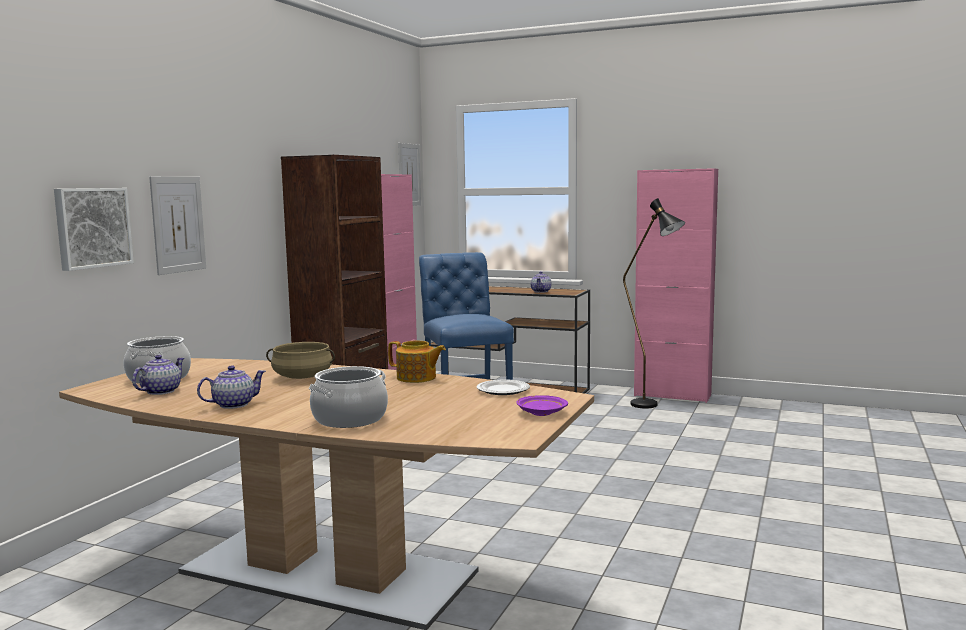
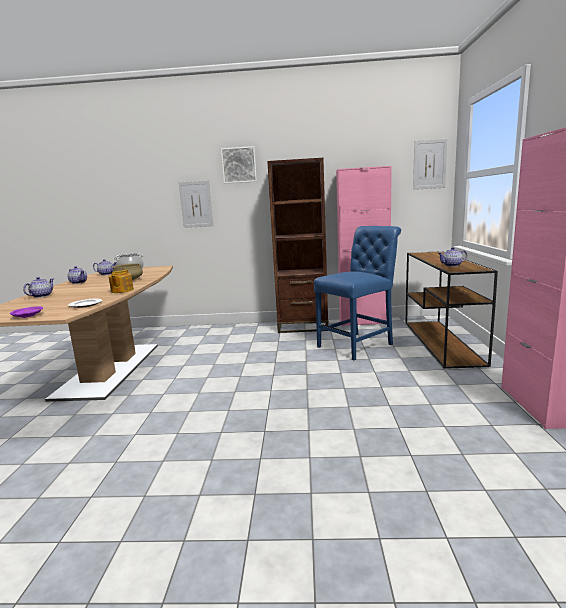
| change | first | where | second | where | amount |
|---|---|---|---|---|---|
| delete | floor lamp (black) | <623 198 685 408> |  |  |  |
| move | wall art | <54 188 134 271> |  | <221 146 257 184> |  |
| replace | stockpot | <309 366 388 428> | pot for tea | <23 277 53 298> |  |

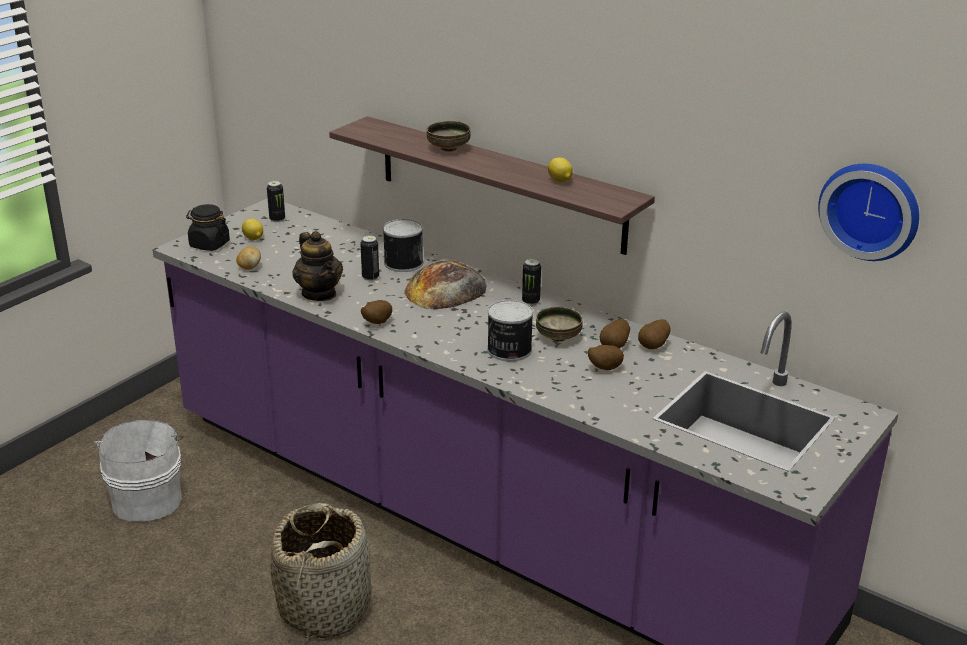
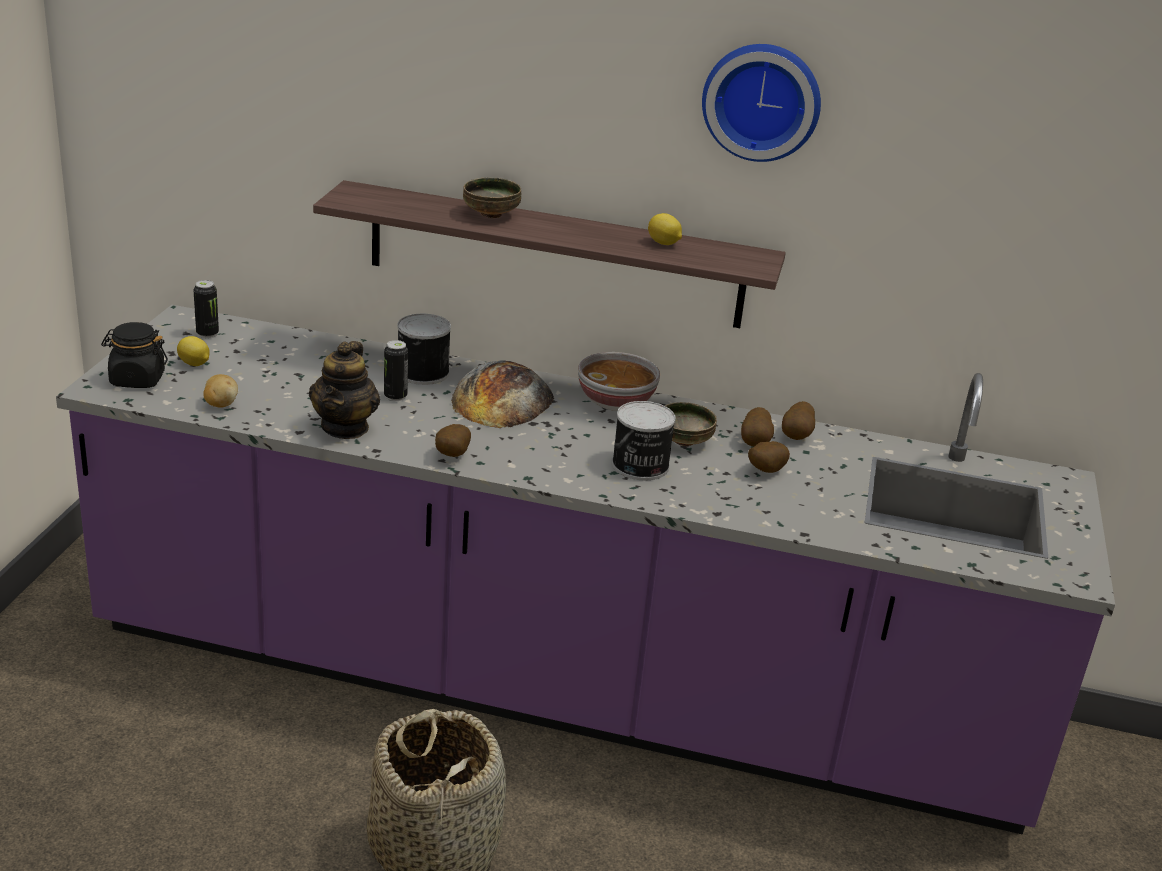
| change | first | where | second | where | amount |
|---|---|---|---|---|---|
| delete | bucket (white-coloured) | <94 420 183 522> |  |  |  |
| move | clock on the wall | <818 164 919 261> |  | <702 44 821 162> |  |
| replace | can | <522 259 541 305> | deep dish | <578 352 660 411> |  |
| rotate | pot for tea | <292 231 343 301> |  | <309 341 380 439> | 60 degrees clockwise |

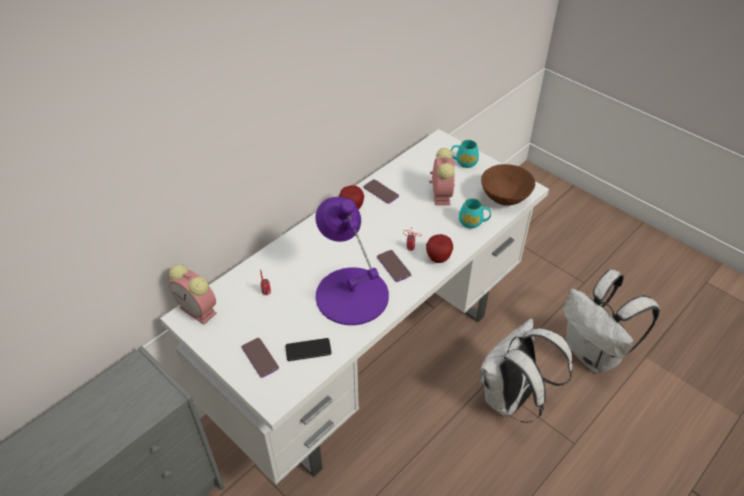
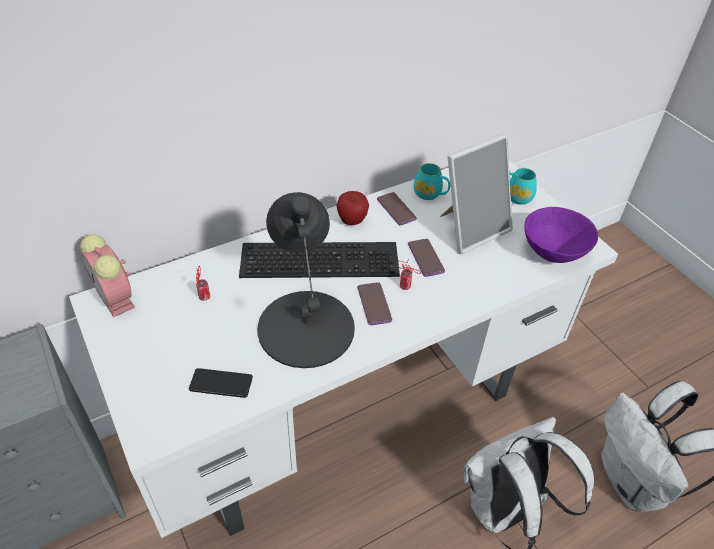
| change | first | where | second | where | amount |
|---|---|---|---|---|---|
| delete | apple | <426 234 453 263> |  |  |  |
| insert |  |  | keyboard | <239 242 400 278> |  |
| move | handset | <242 338 279 378> |  | <408 239 445 277> |  |
| move | mug (turquoise-coloured) | <459 198 491 229> |  | <414 163 450 200> |  |
| replace | bedside clock | <429 148 455 205> | standing frame | <440 134 513 254> |  |
| recolor | table lamp (purple-coloured) | <315 197 389 325> | table lamp (black) | <258 192 355 368> |  |
| recolor | deep dish (brown) | <481 164 535 206> | deep dish (purple-coloured) | <524 207 598 263> |  |

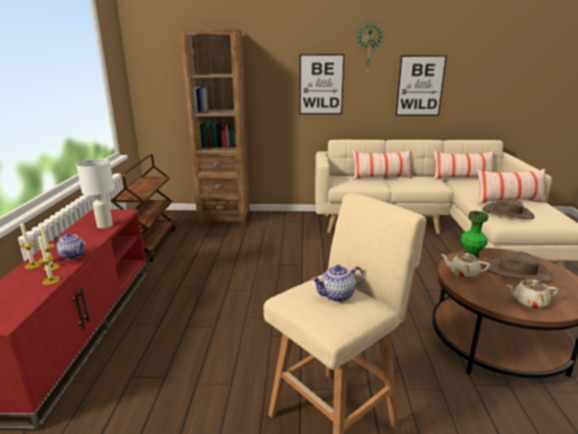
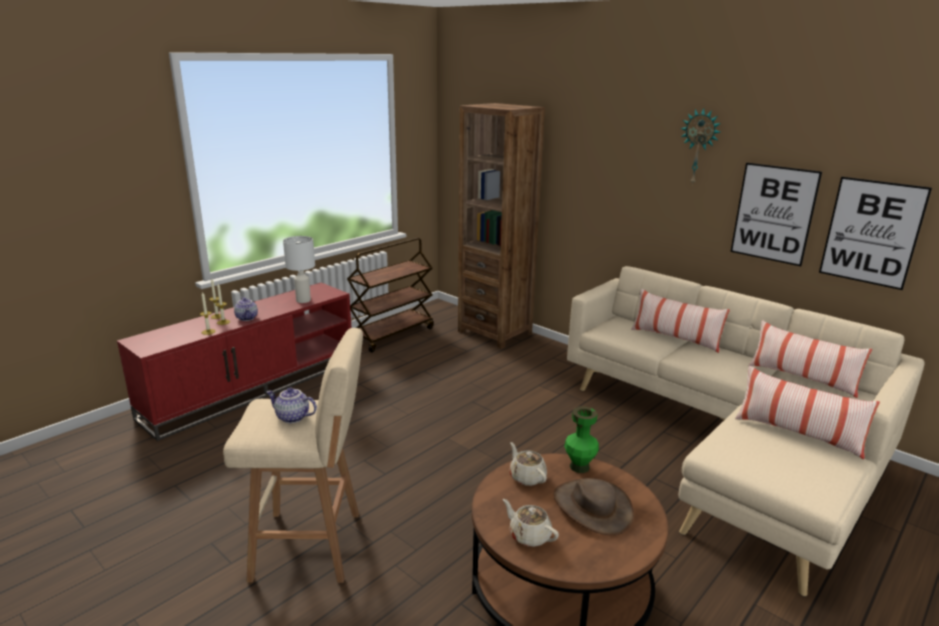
| change | first | where | second | where | amount |
|---|---|---|---|---|---|
| delete | clothing hat (brown) | <482 198 535 219> |  |  |  |
| move | wall art | <300 54 344 114> |  | <819 177 932 290> |  |

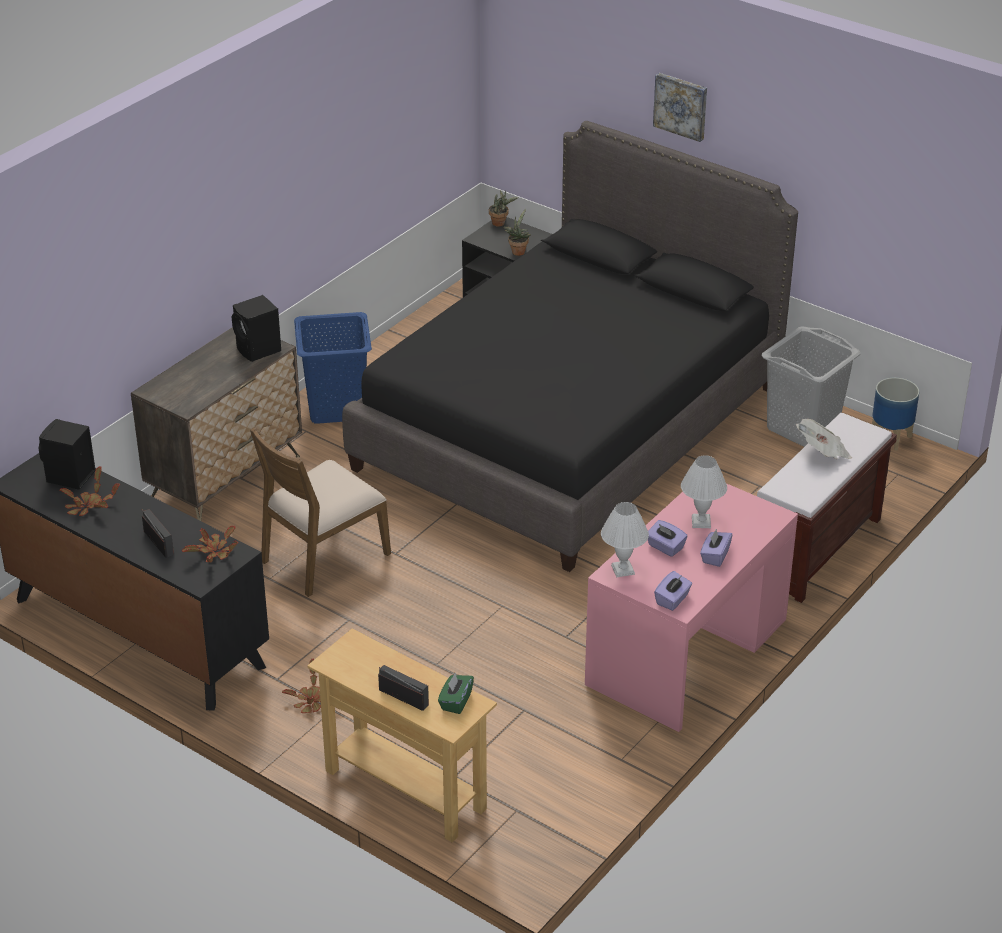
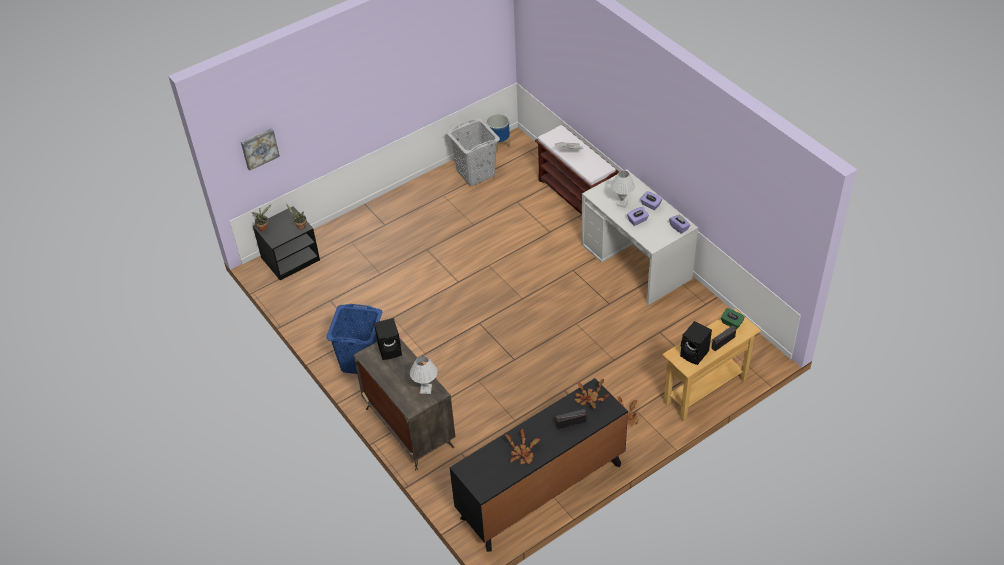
| change | first | where | second | where | amount |
|---|---|---|---|---|---|
| delete | upright chair (brown) | <250 427 391 597> |  |  |  |
| delete | sleeping bed (black) | <342 121 798 572> |  |  |  |
| move | audio speaker (black) | <39 419 96 490> |  | <680 321 712 365> |  |
| move | table lamp (white-coloured) | <601 502 649 577> |  | <410 356 438 394> |  |
| move | wall art | <653 73 707 142> |  | <241 128 280 171> |  |
| recolor | desk unit (pink) | <585 483 798 732> | desk unit (white-coloured) | <581 169 698 305> |  |

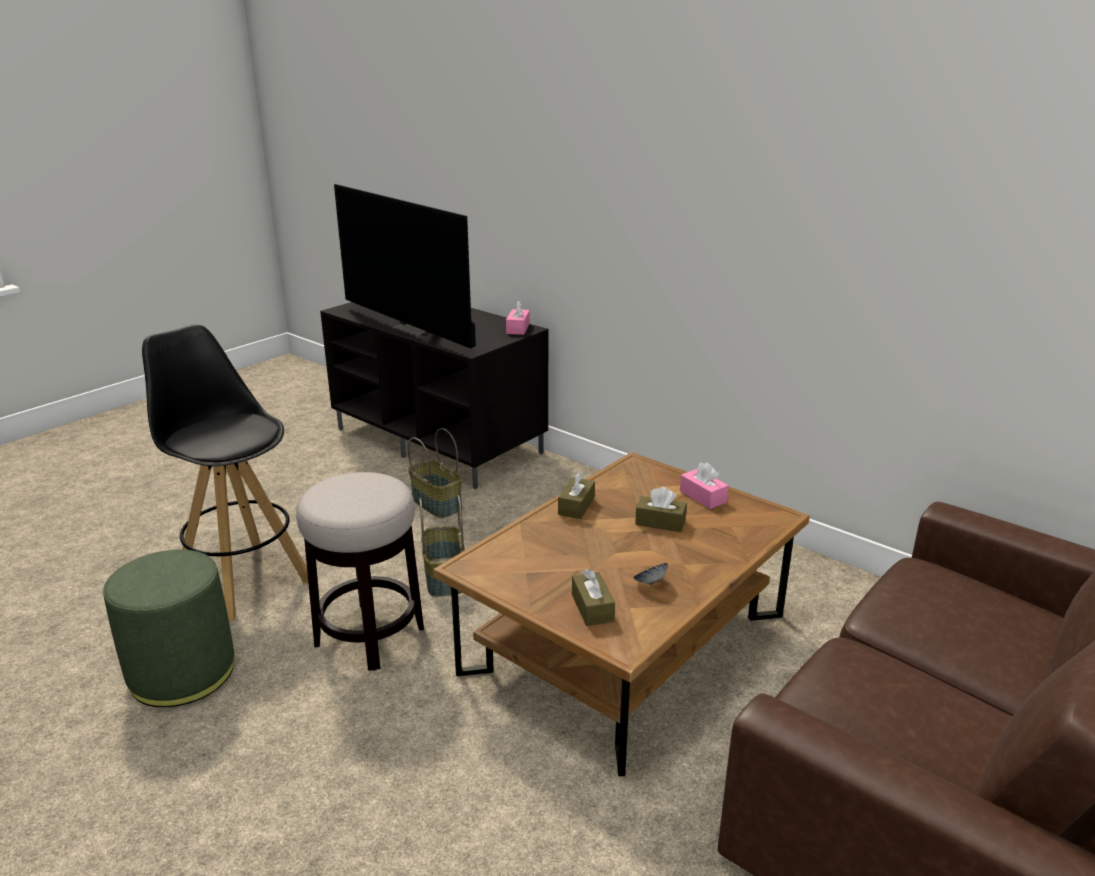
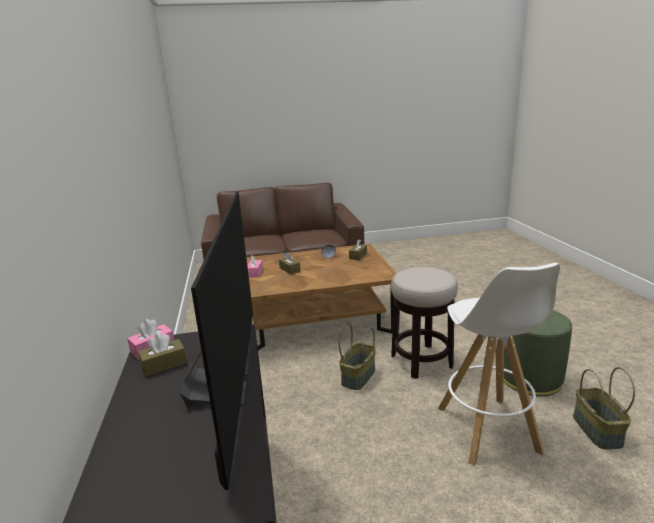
| change | first | where | second | where | amount |
|---|---|---|---|---|---|
| move | storage basket | <407 428 462 518> |  | <573 367 635 450> |  |
| move | tissue box (brown) | <558 471 595 519> |  | <138 333 187 376> |  |
| recolor | stool seat (black) | <142 325 308 621> | stool seat (white-coloured) | <438 263 560 466> |  |

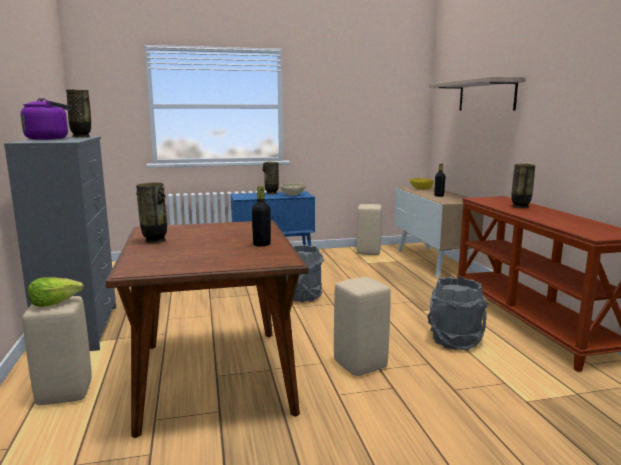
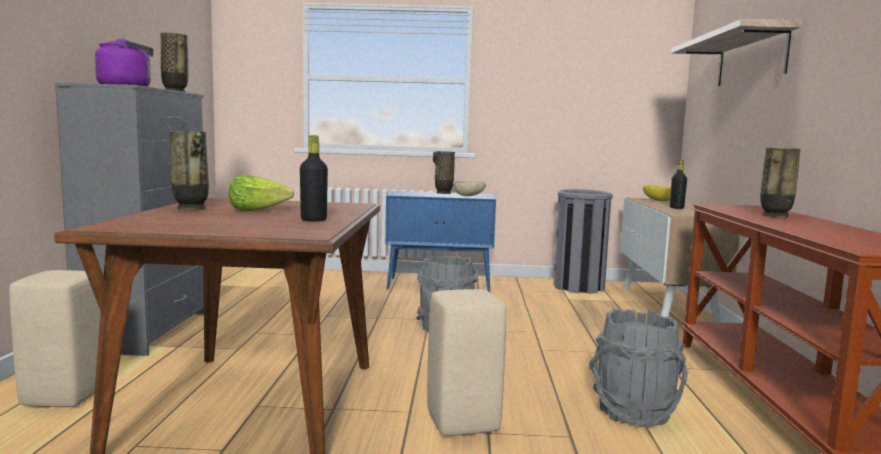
| change | first | where | second | where | amount |
|---|---|---|---|---|---|
| move | head of lettuce | <28 277 84 307> |  | <229 175 294 211> |  |
| replace | stool seat (beige) | <356 204 382 255> | waste bin (gray) | <553 189 613 294> |  |

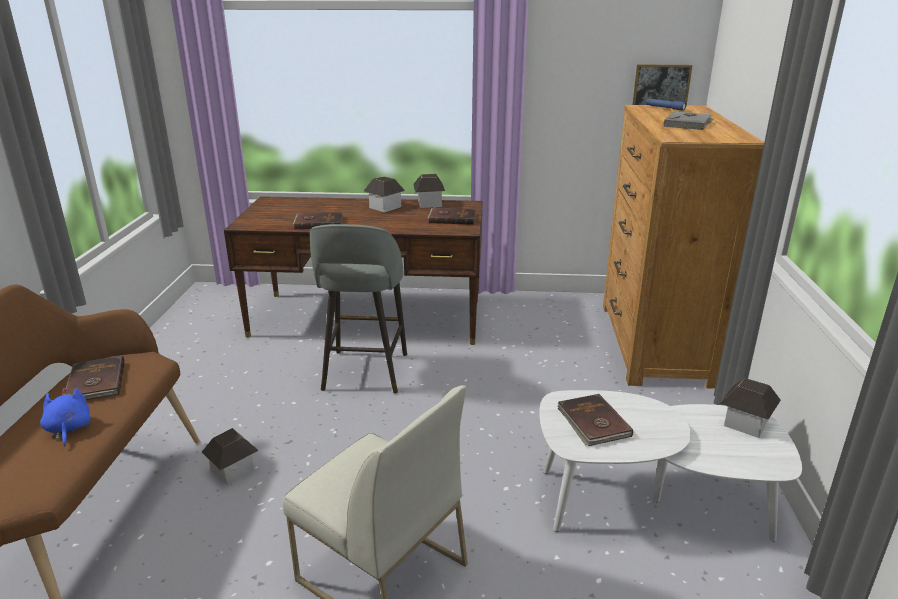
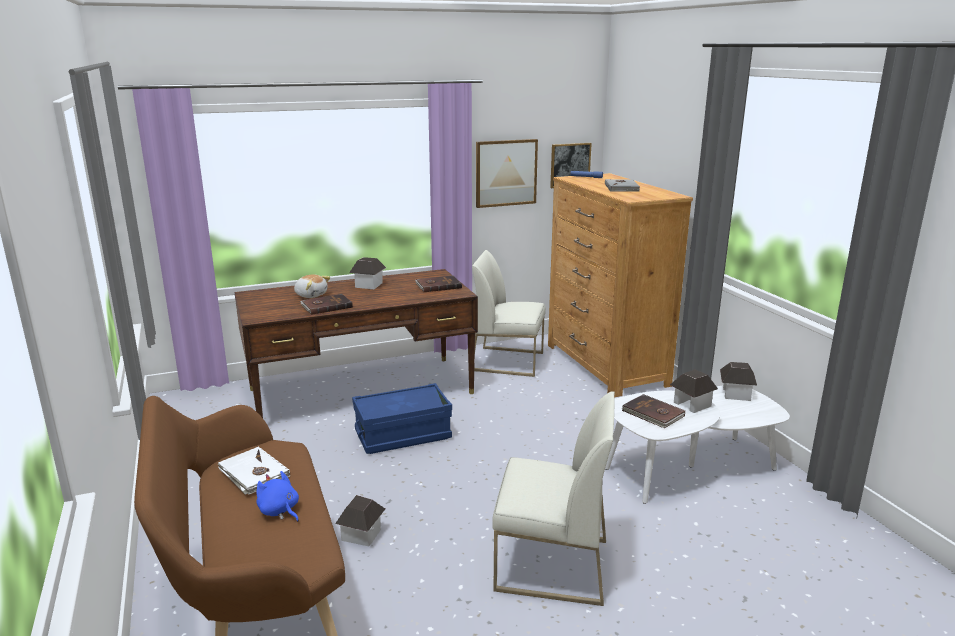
| change | first | where | second | where | amount |
|---|---|---|---|---|---|
| insert |  |  | plush toy | <294 274 330 298> |  |
| insert |  |  | upright chair (white-coloured) | <472 250 546 377> |  |
| insert |  |  | wall art | <476 139 538 208> |  |
| move | toy house | <413 174 445 208> |  | <670 369 718 413> |  |
| replace | stool seat (gray) | <310 224 407 394> | storage box (blue) | <352 383 452 454> |  |
| recolor | volume (brown) | <66 356 124 400> | volume (white-coloured) | <218 447 290 495> |  |

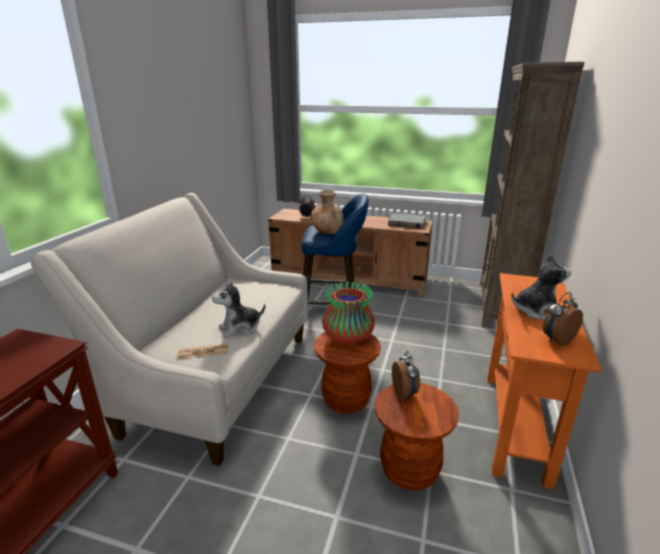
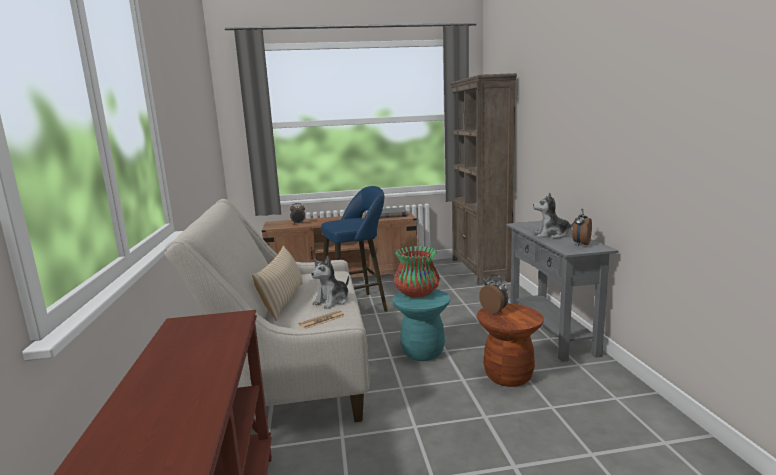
| change | first | where | second | where | amount |
|---|---|---|---|---|---|
| delete | vase (brown) | <311 190 343 234> |  |  |  |
| insert |  |  | throw pillow (beige) | <252 246 303 321> |  |
| recolor | stool seat (brown) | <314 332 381 414> | stool seat (turquoise-coloured) | <392 289 450 361> |  |
| recolor | narrow table (orangey) | <487 273 602 489> | narrow table (gray) | <506 221 619 362> |  |
| rotate | plush toy | <511 254 571 319> |  | <533 193 576 238> | 135 degrees counterclockwise |

